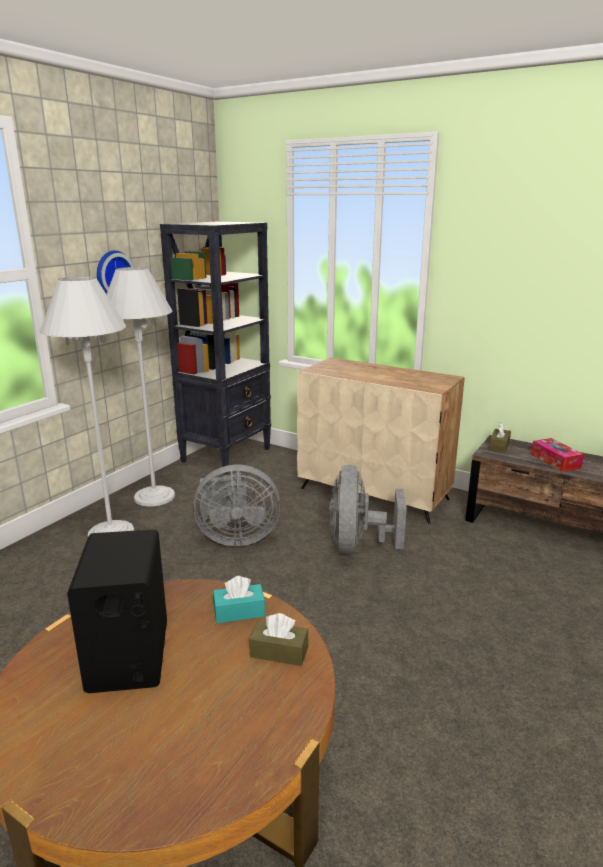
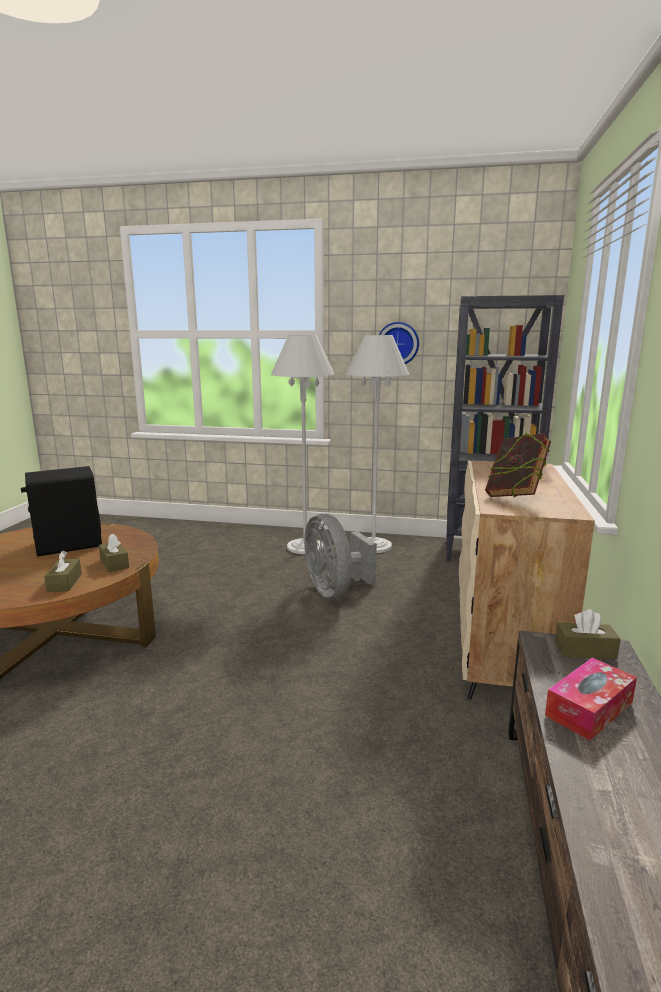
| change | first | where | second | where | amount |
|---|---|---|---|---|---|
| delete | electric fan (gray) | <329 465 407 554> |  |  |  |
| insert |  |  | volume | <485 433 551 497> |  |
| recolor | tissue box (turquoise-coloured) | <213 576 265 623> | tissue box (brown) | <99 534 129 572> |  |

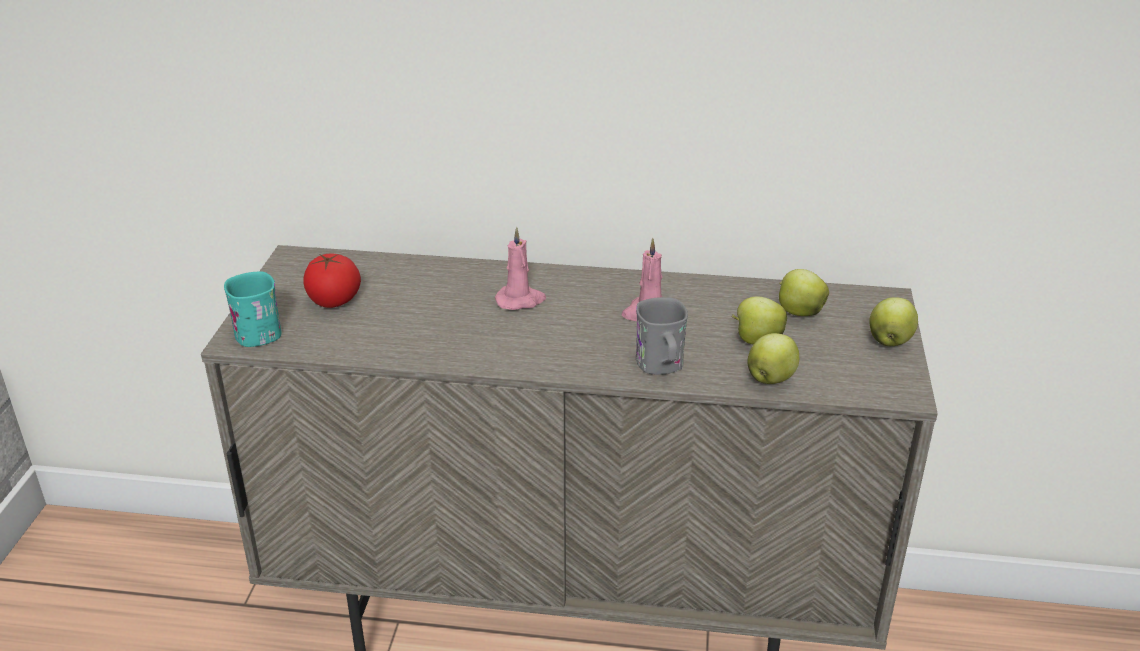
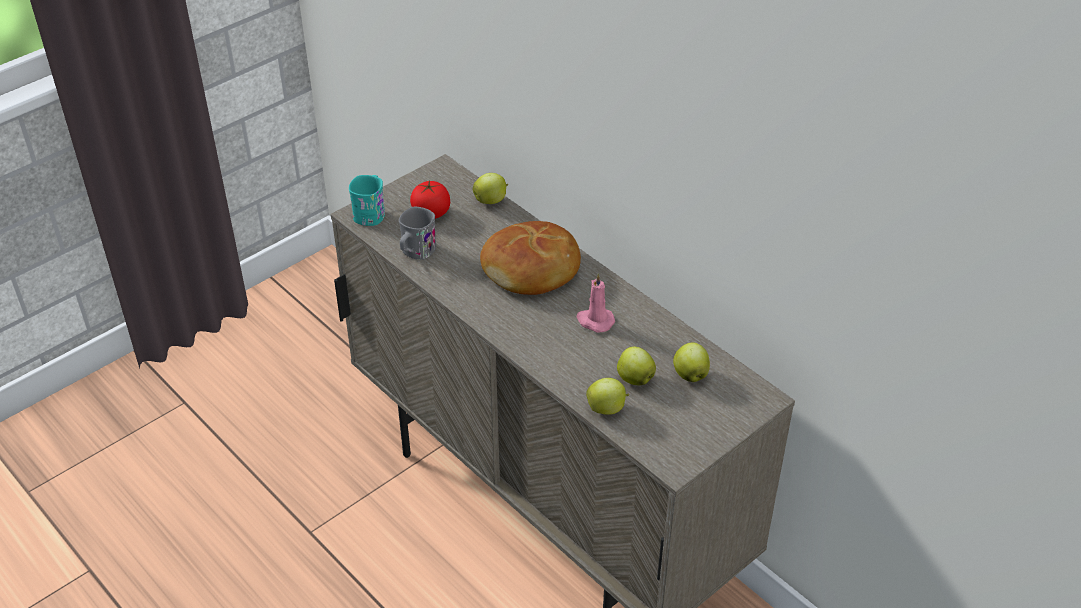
| change | first | where | second | where | amount |
|---|---|---|---|---|---|
| move | mug (gray) | <636 297 688 375> |  | <399 207 436 260> |  |
| move | apple | <869 297 918 346> |  | <473 173 508 204> |  |
| replace | wax candle (pink) | <495 227 546 310> | bakery bread | <480 221 581 295> |  |

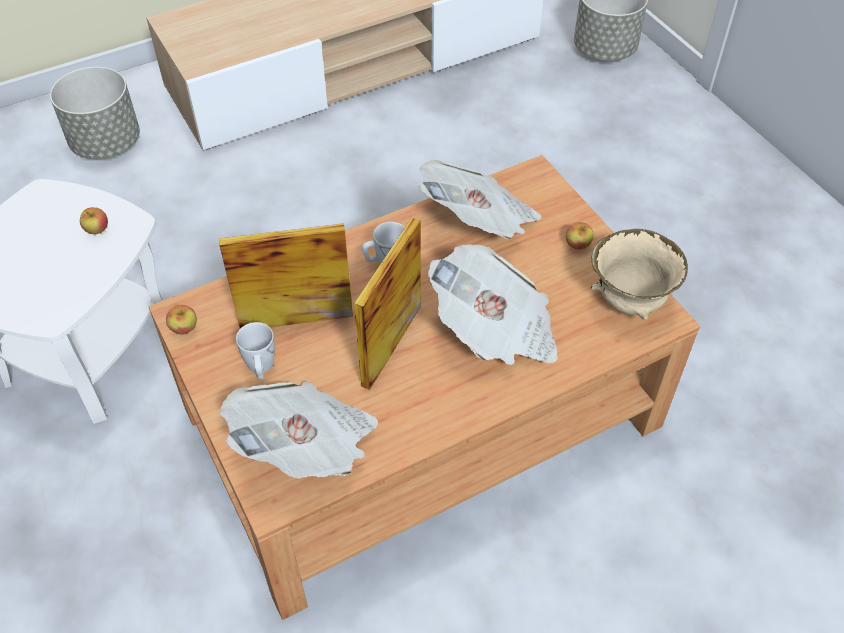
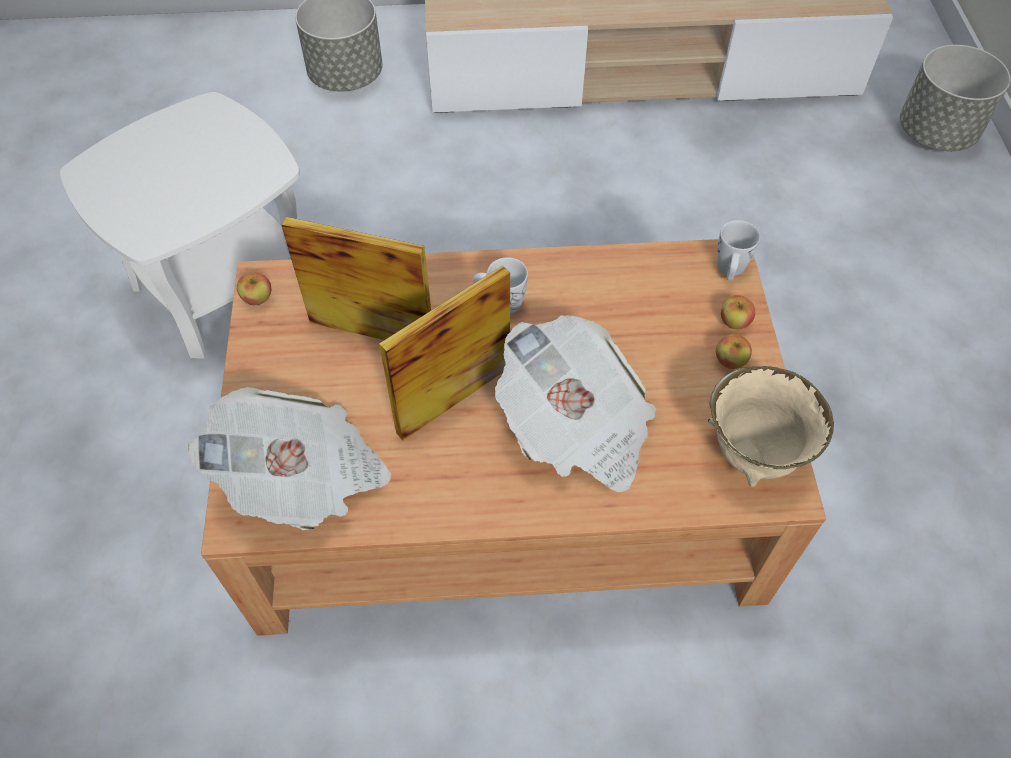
| change | first | where | second | where | amount |
|---|---|---|---|---|---|
| delete | newspaper | <418 160 542 239> |  |  |  |
| move | apple | <80 207 108 235> |  | <721 295 755 329> |  |
| move | mug (white-coloured) | <236 322 275 379> |  | <717 220 760 281> |  |

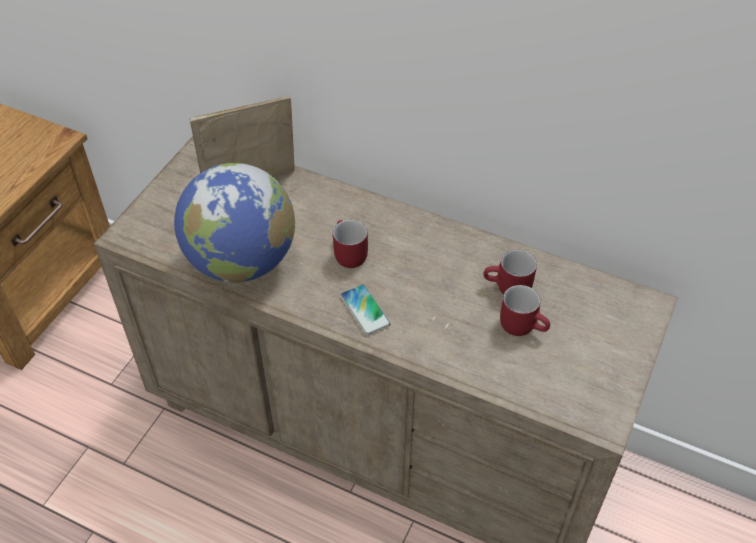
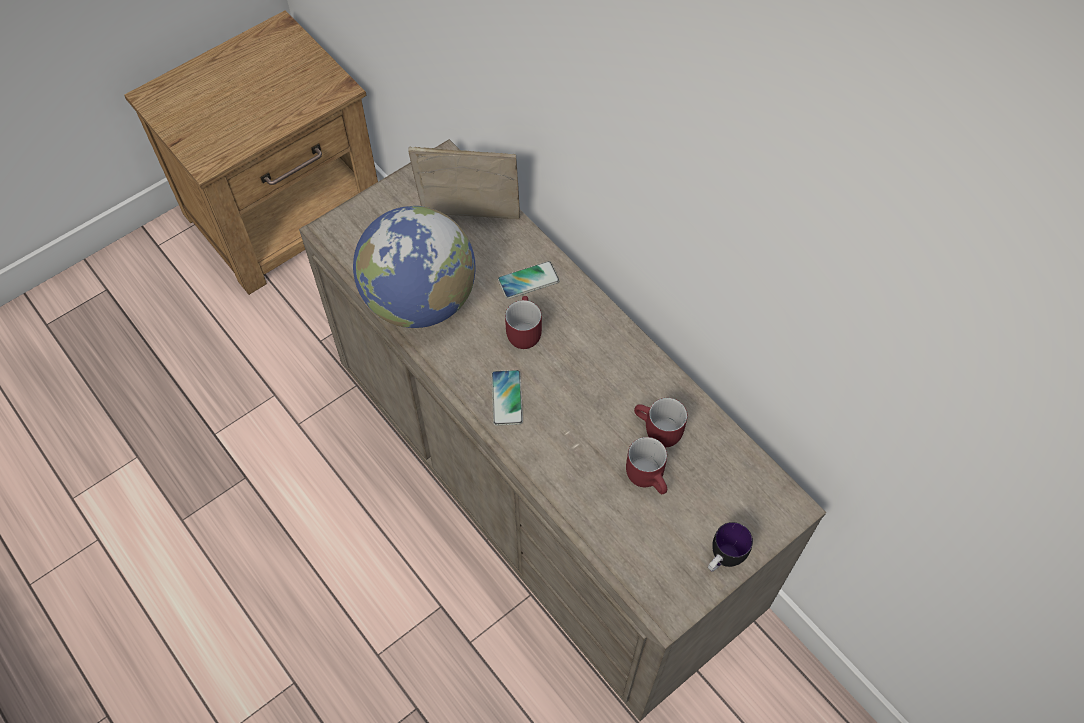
| change | first | where | second | where | amount |
|---|---|---|---|---|---|
| insert |  |  | handset | <498 261 560 299> |  |
| insert |  |  | mug | <708 522 753 572> |  |

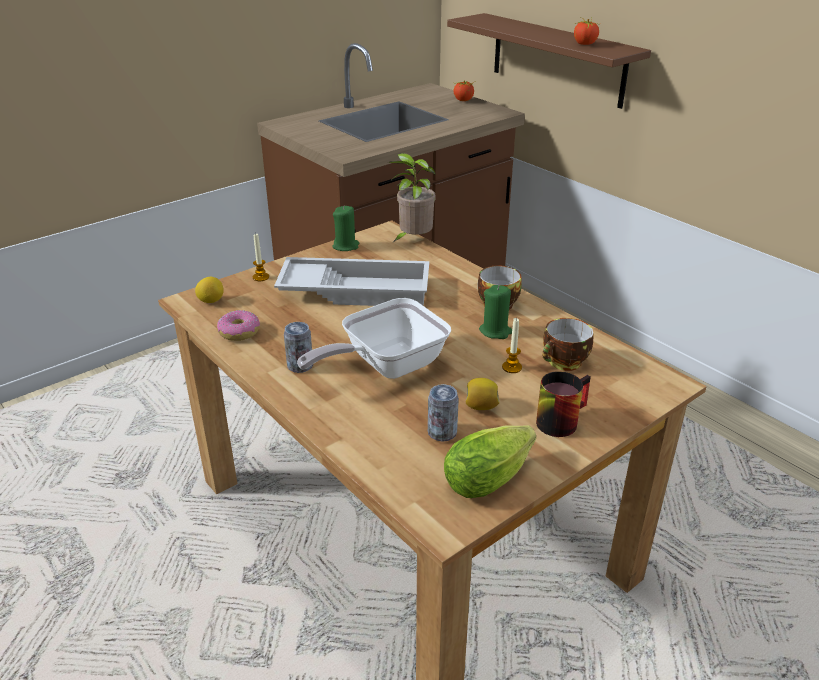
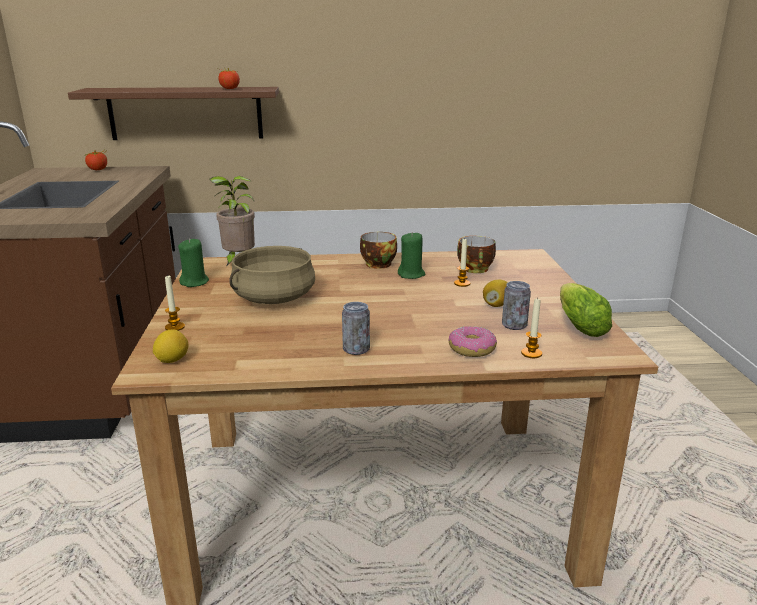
| change | first | where | second | where | amount |
|---|---|---|---|---|---|
| delete | pan | <297 298 451 379> |  |  |  |
| delete | mug | <536 371 591 437> |  |  |  |
| insert |  |  | wax candle | <521 297 542 358> |  |
| move | donut | <217 310 260 341> |  | <448 326 497 357> |  |
| replace | tray (white-coloured) | <274 257 429 306> | stockpot (beige) | <229 246 315 304> |  |

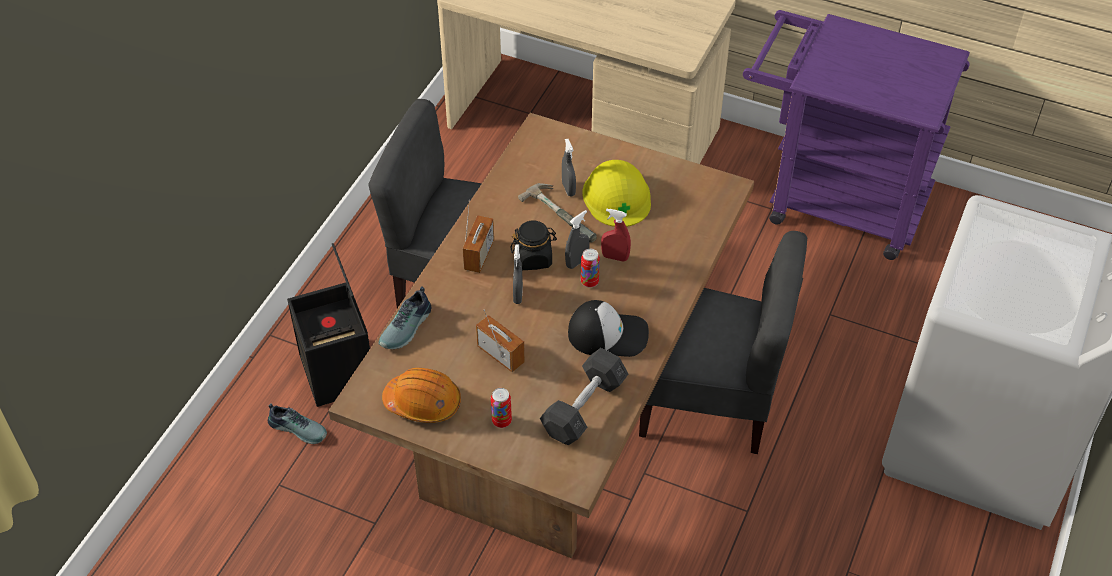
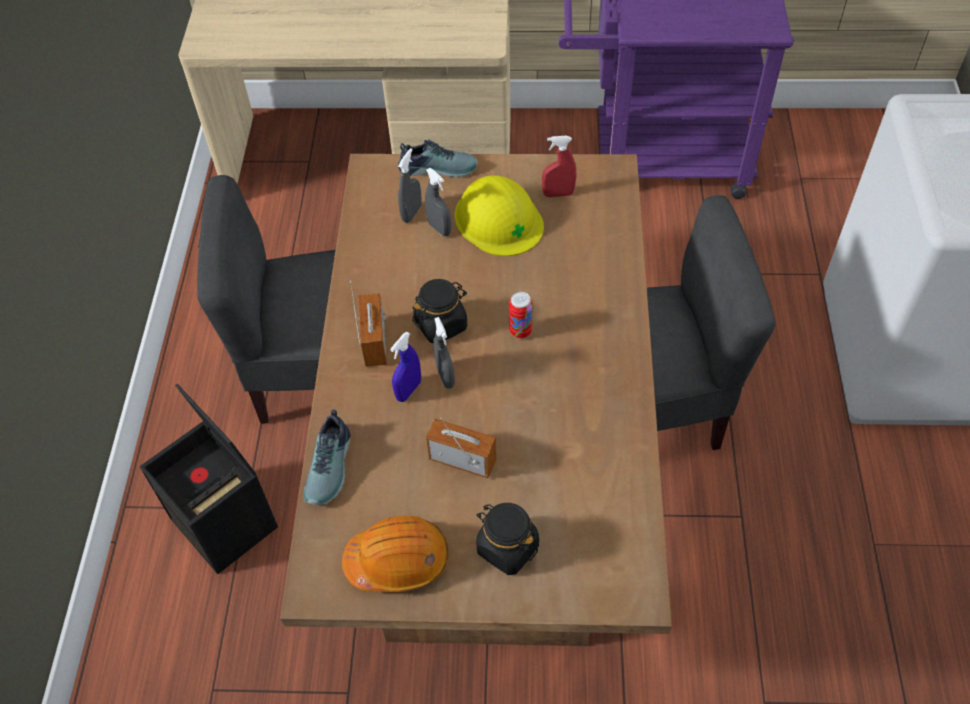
| change | first | where | second | where | amount |
|---|---|---|---|---|---|
| delete | tool hammer | <518 183 597 243> |  |  |  |
| delete | free weight (gray) | <540 348 628 445> |  |  |  |
| delete | cap | <568 300 649 357> |  |  |  |
| insert |  |  | hand sprayer (blue) | <390 332 421 402> |  |
| move | low shoe | <268 403 327 444> |  | <398 140 478 177> |  |
| move | hand sprayer (gray) | <565 210 589 269> |  | <398 148 422 223> |  |
| move | hand sprayer (red) | <601 209 631 262> |  | <542 136 577 197> |  |
| replace | can | <491 388 512 428> | storage jar (black) | <476 503 539 575> |  |

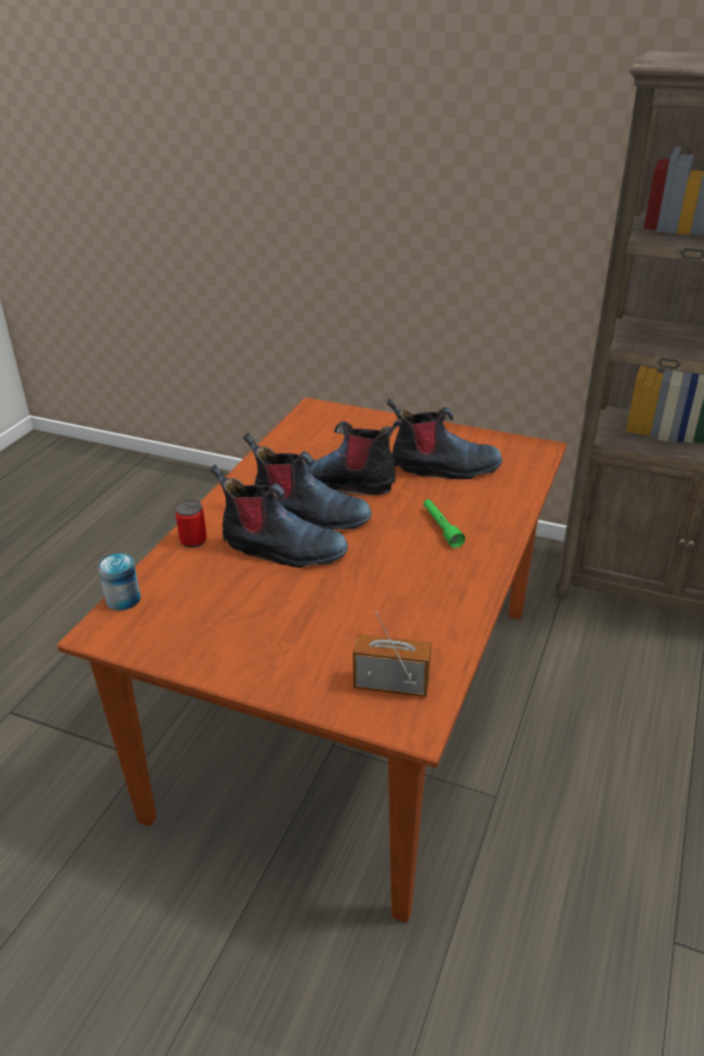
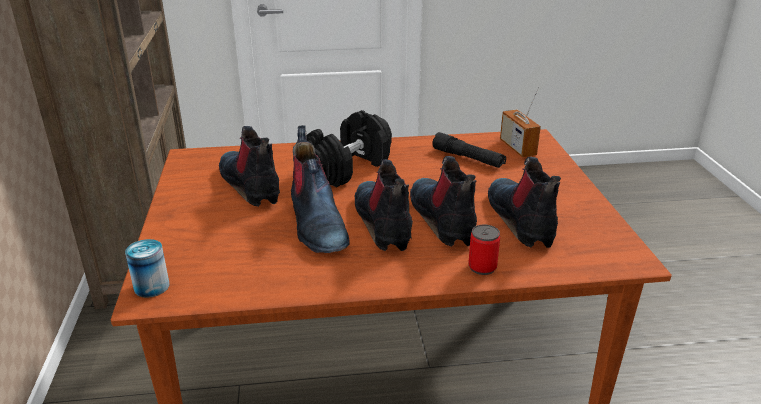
| change | first | where | second | where | amount |
|---|---|---|---|---|---|
| insert |  |  | hand torch (black) | <432 132 506 168> |  |
| insert |  |  | boot | <488 157 561 248> |  |
| move | can | <98 553 141 611> |  | <125 239 170 298> |  |
| replace | hand torch (green) | <423 499 465 548> | free weight (black) | <307 110 392 187> |  |

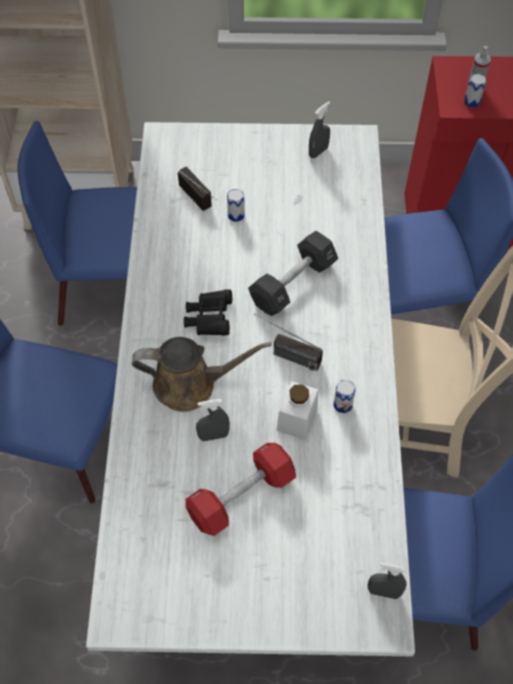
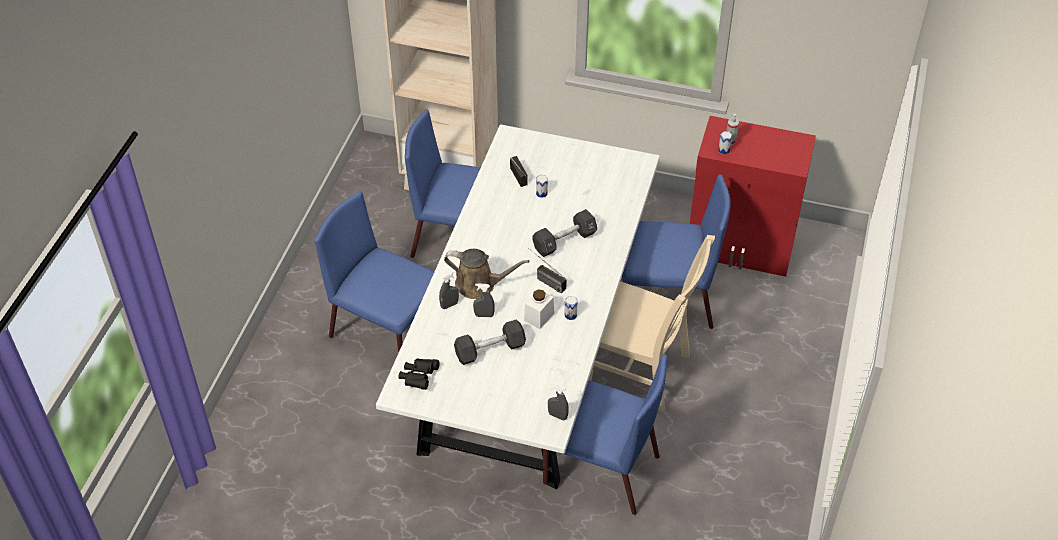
| change | first | where | second | where | amount |
|---|---|---|---|---|---|
| move | binoculars (black) | <184 289 232 336> |  | <398 359 440 390> |  |
| move | hand sprayer (gray) | <309 101 330 158> |  | <439 271 459 309> |  |
| recolor | free weight (red) | <186 443 296 536> | free weight (black) | <454 319 526 365> |  |

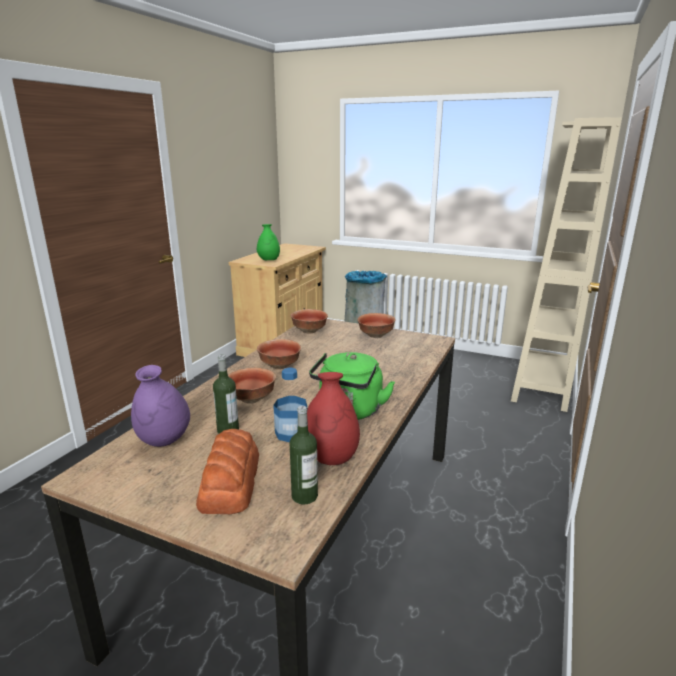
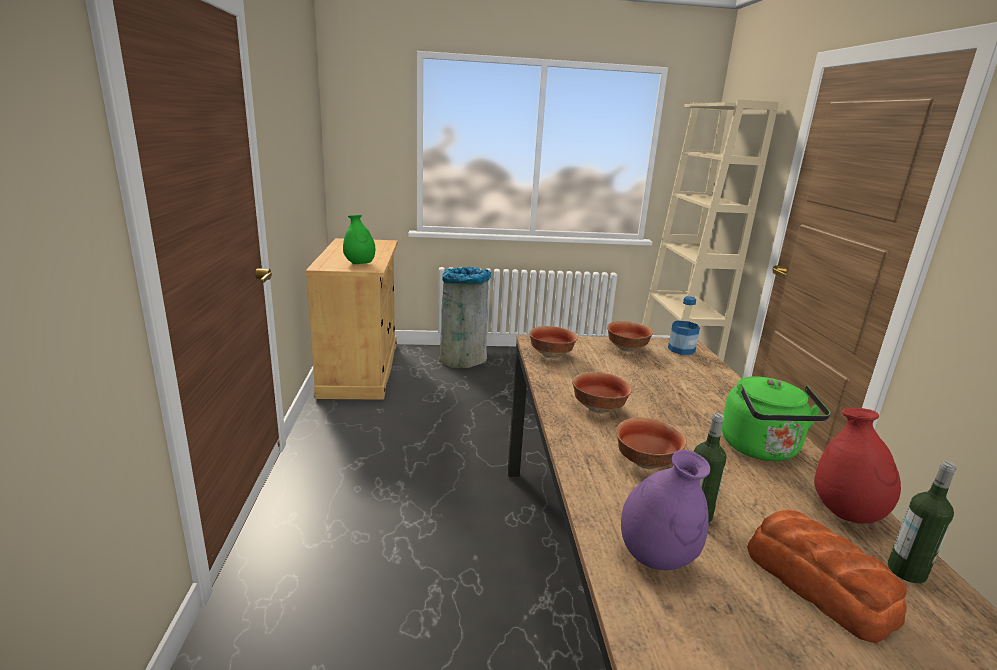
| change | first | where | second | where | amount |
|---|---|---|---|---|---|
| move | beverage bottle | <273 368 307 442> |  | <668 296 700 355> |  |

